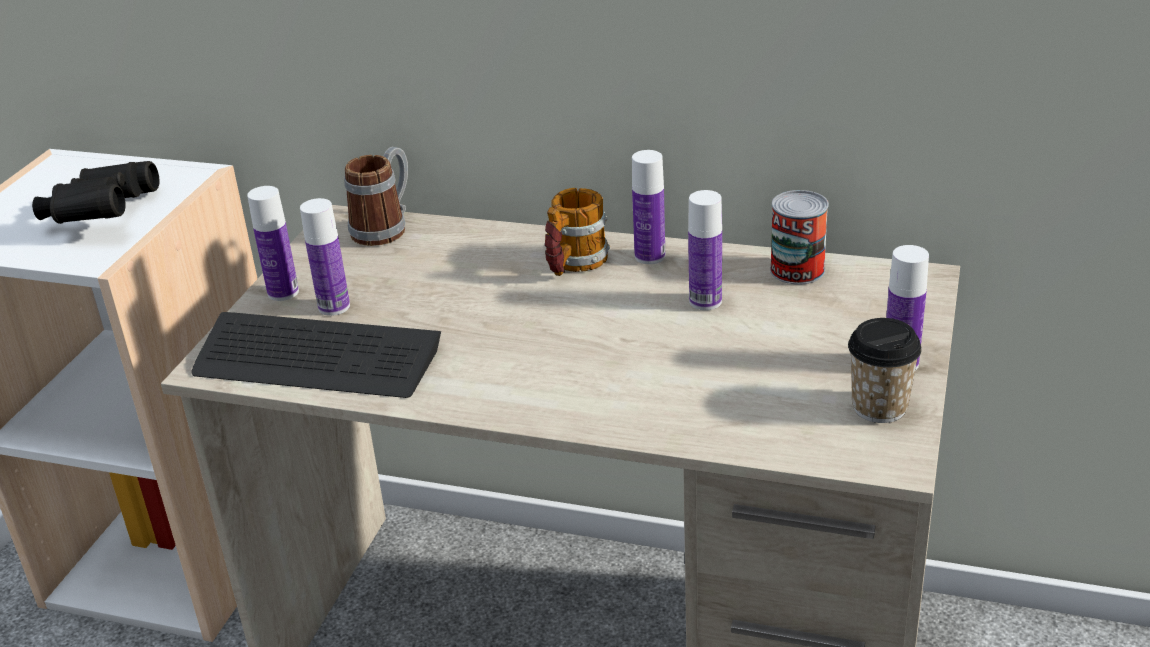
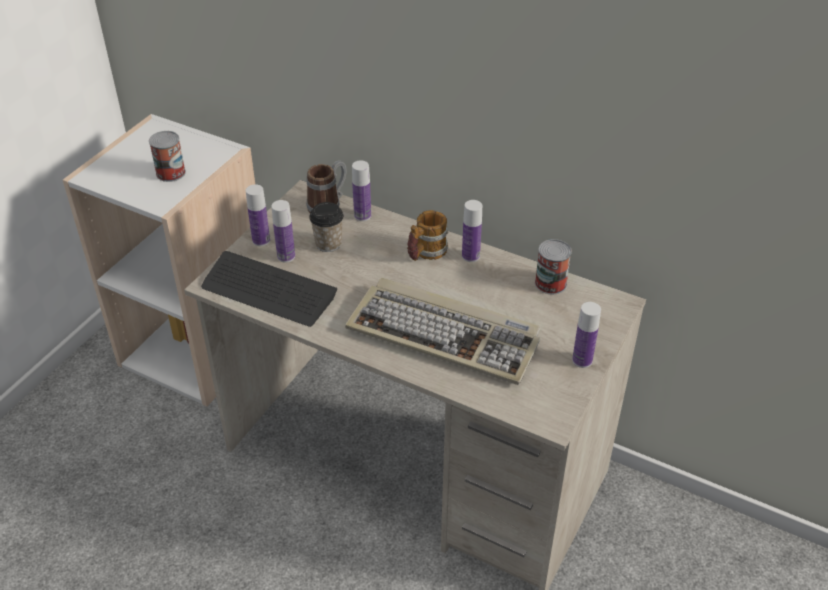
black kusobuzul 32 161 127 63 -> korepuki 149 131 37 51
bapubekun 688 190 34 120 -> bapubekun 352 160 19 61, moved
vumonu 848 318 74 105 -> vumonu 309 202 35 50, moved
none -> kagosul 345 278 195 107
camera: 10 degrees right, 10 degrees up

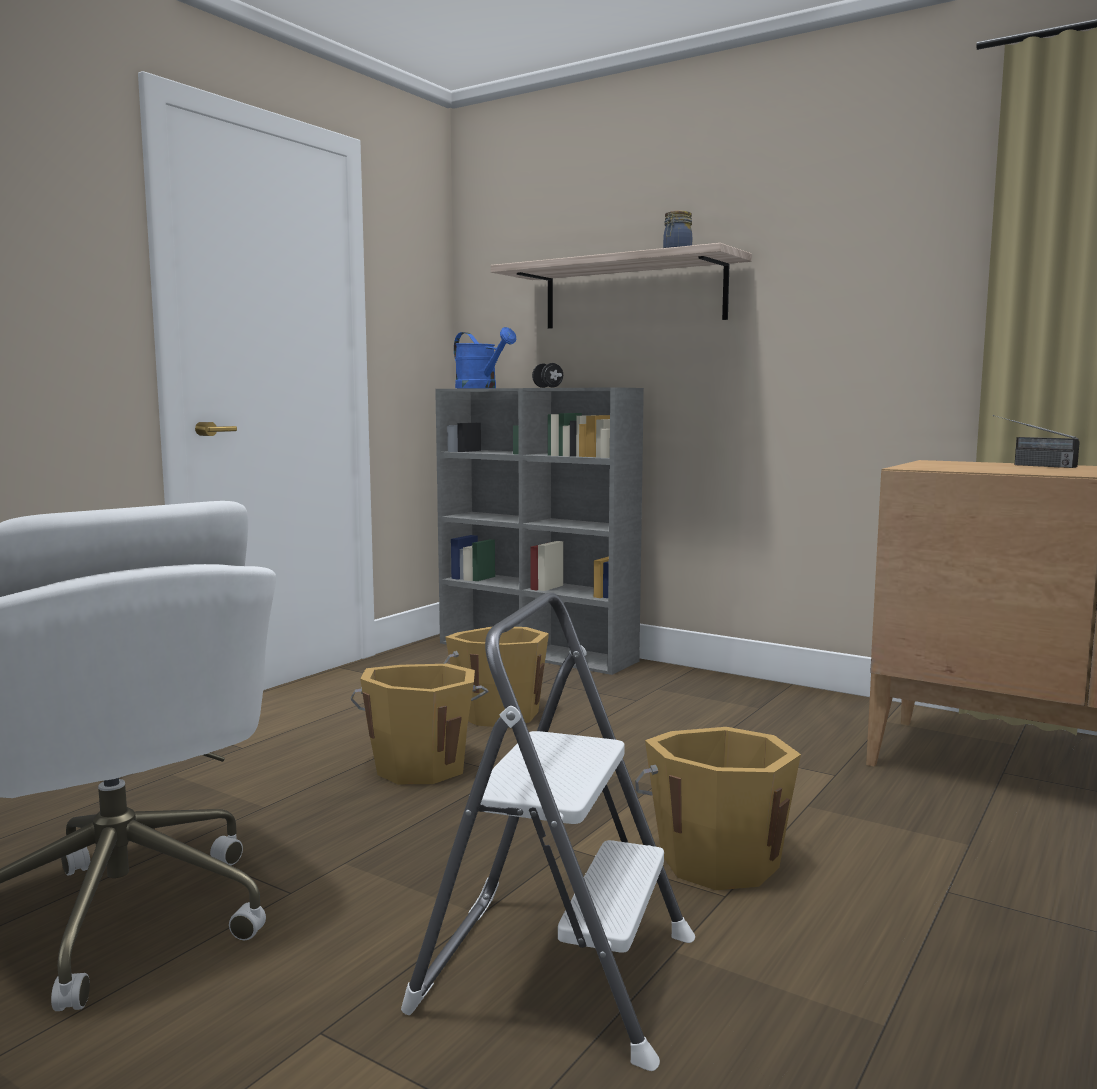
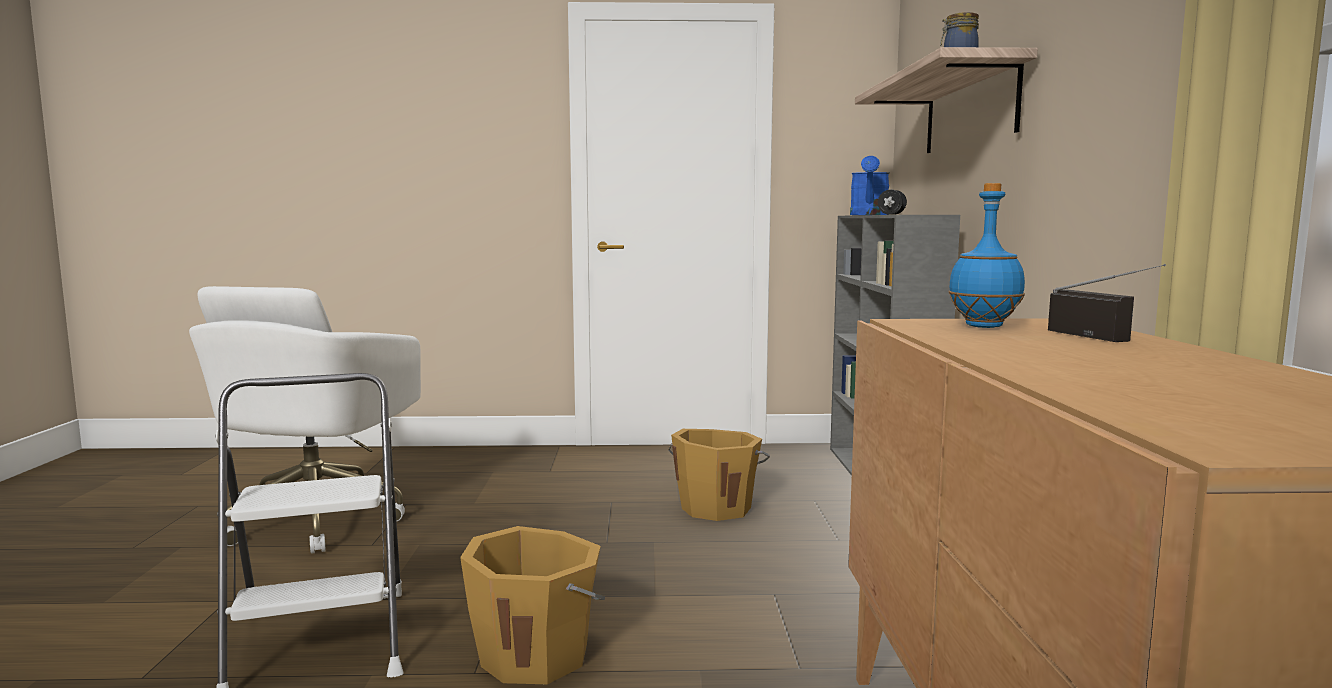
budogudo 993 415 87 53 -> budogudo 1048 264 118 78, 150 degrees clockwise
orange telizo 350 664 139 120 -> none
none -> blue bapubekun 948 183 77 145
camera: 55 degrees right, 0 degrees up

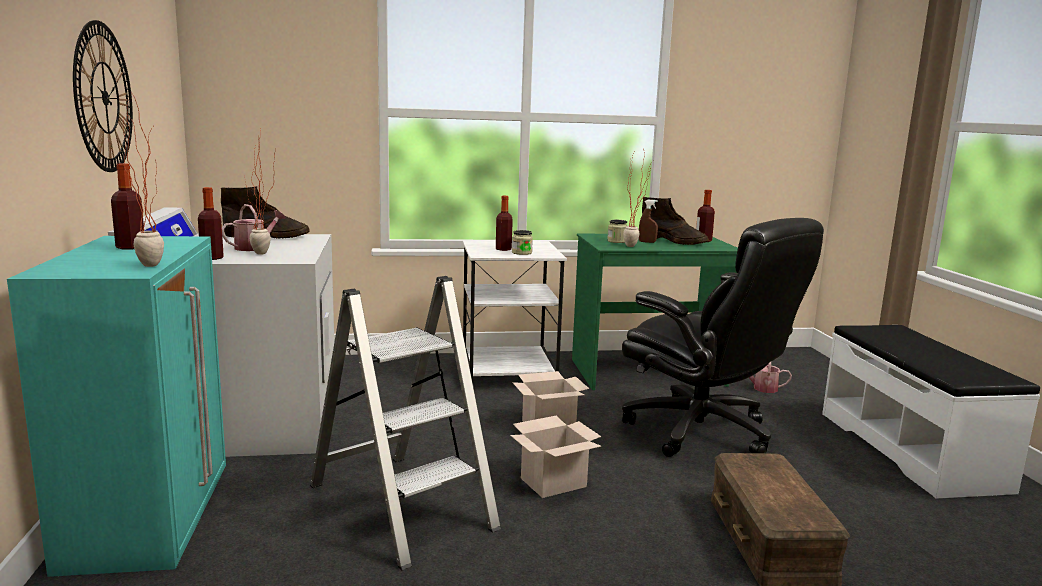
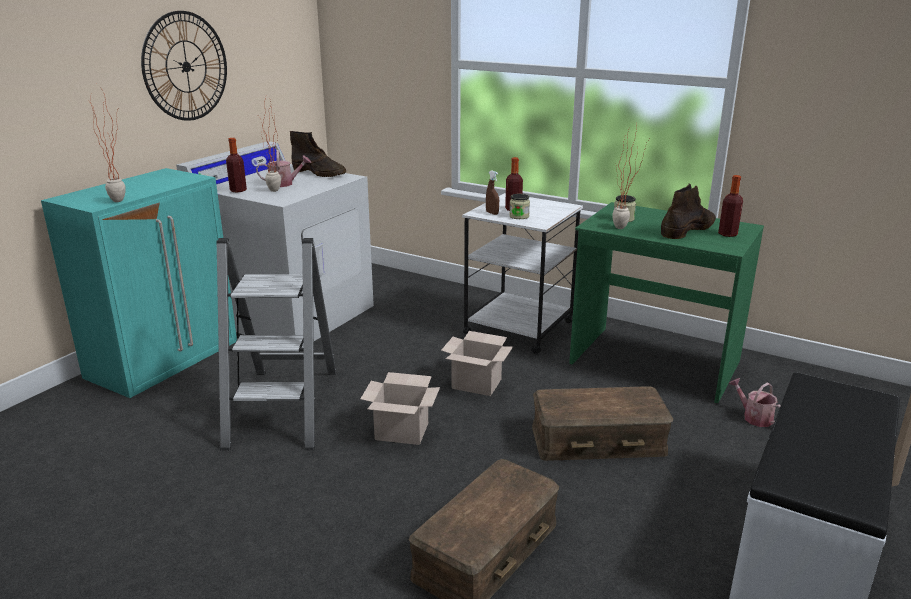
bapubekun 111 163 33 87 -> none
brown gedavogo 642 197 67 48 -> brown gedavogo 661 183 55 56, 120 degrees counterclockwise
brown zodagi 639 200 19 43 -> brown zodagi 486 170 13 45, moved
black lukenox 622 218 202 239 -> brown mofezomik 532 386 141 75
camera: 40 degrees right, 10 degrees up

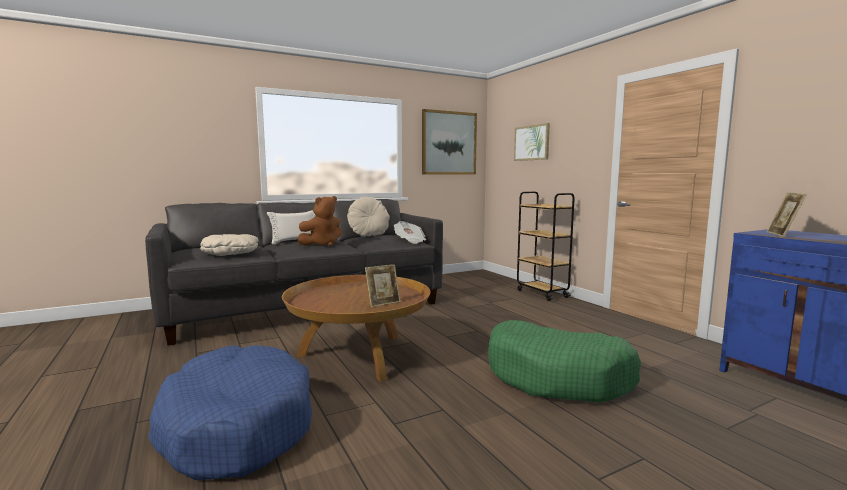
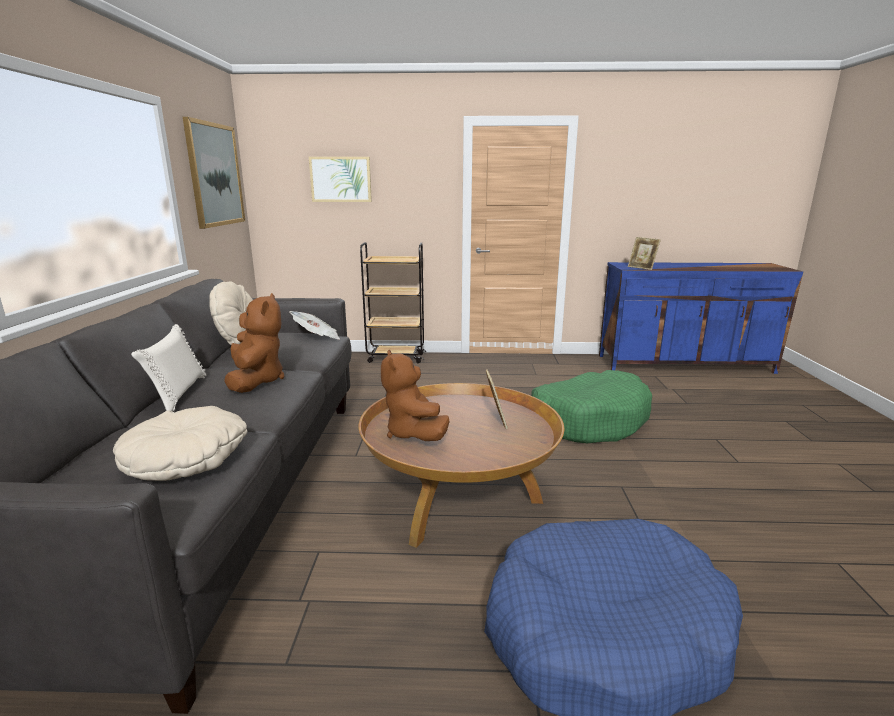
none -> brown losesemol 381 350 68 91
camera: 60 degrees left, 10 degrees up

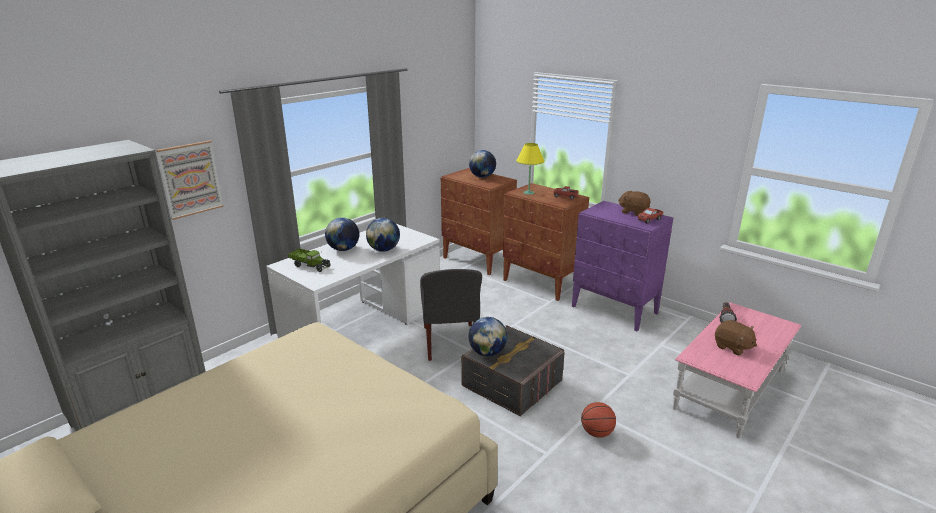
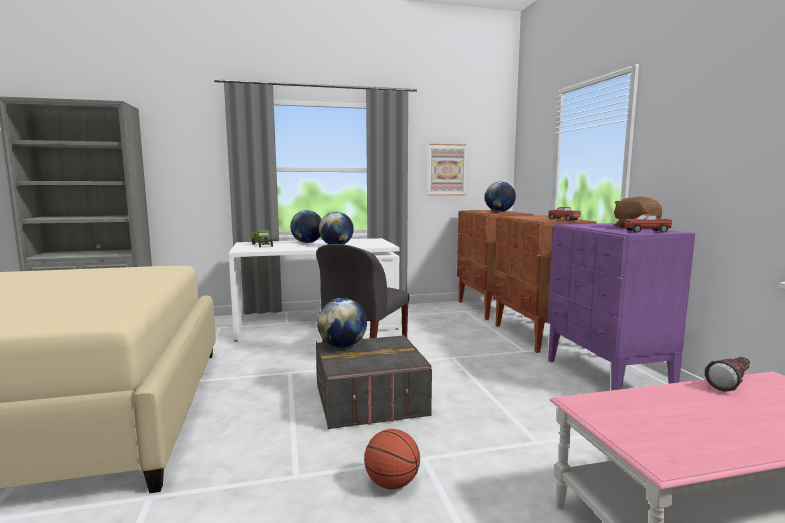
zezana 156 140 68 80 -> zezana 429 144 38 52, moved
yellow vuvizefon 516 143 29 52 -> none
brown losesemol 715 320 42 36 -> none
camera: 35 degrees right, 15 degrees down

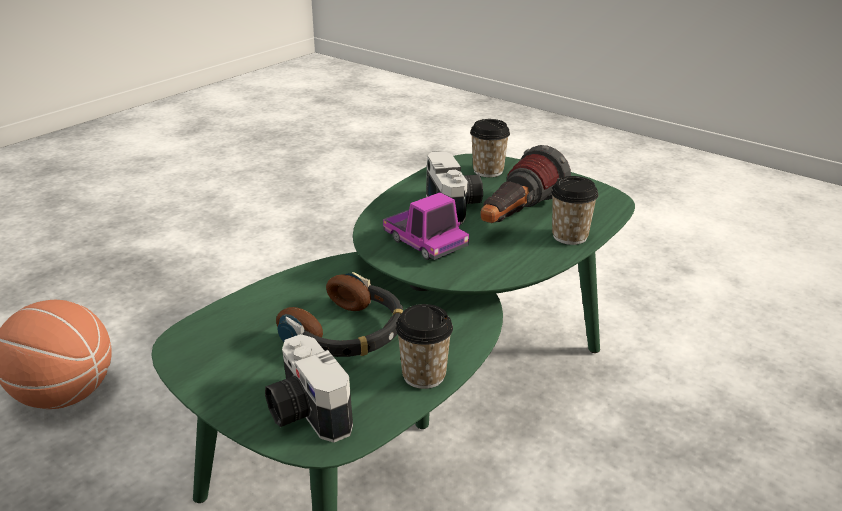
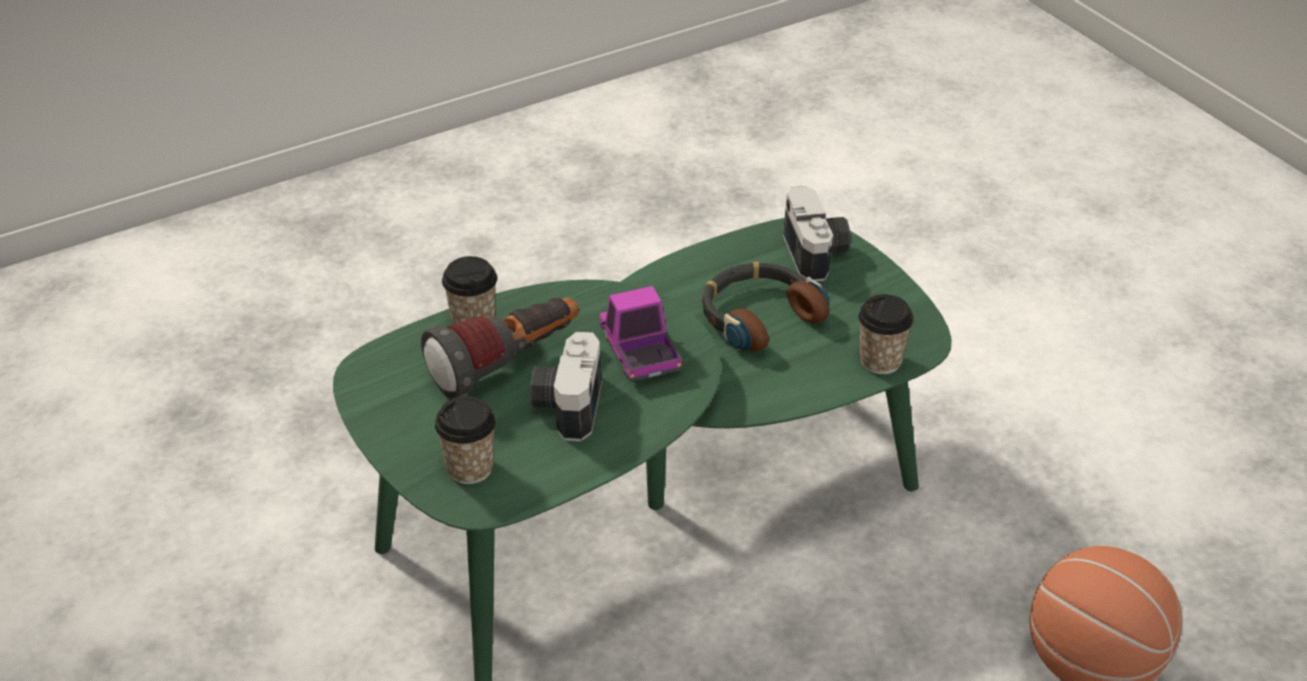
vumonu 395 304 58 85 -> vumonu 858 294 55 80, moved
camera: 160 degrees left, 10 degrees up

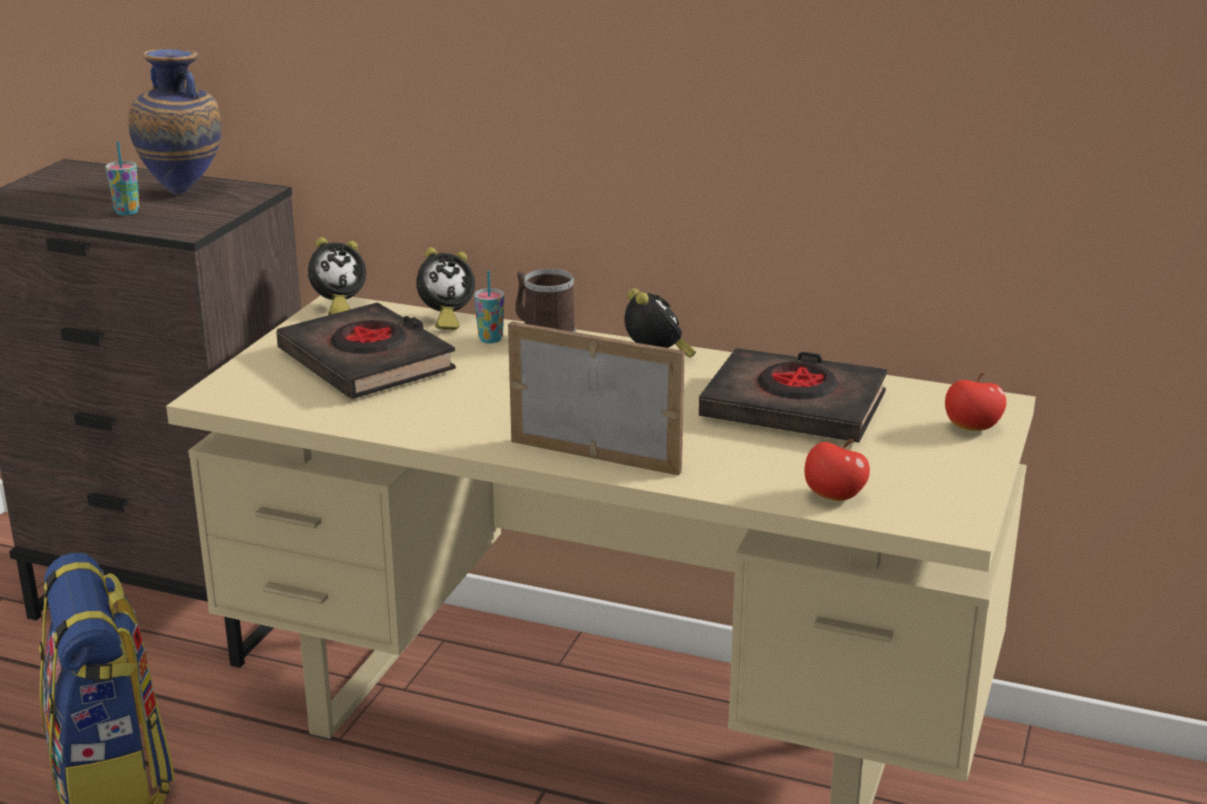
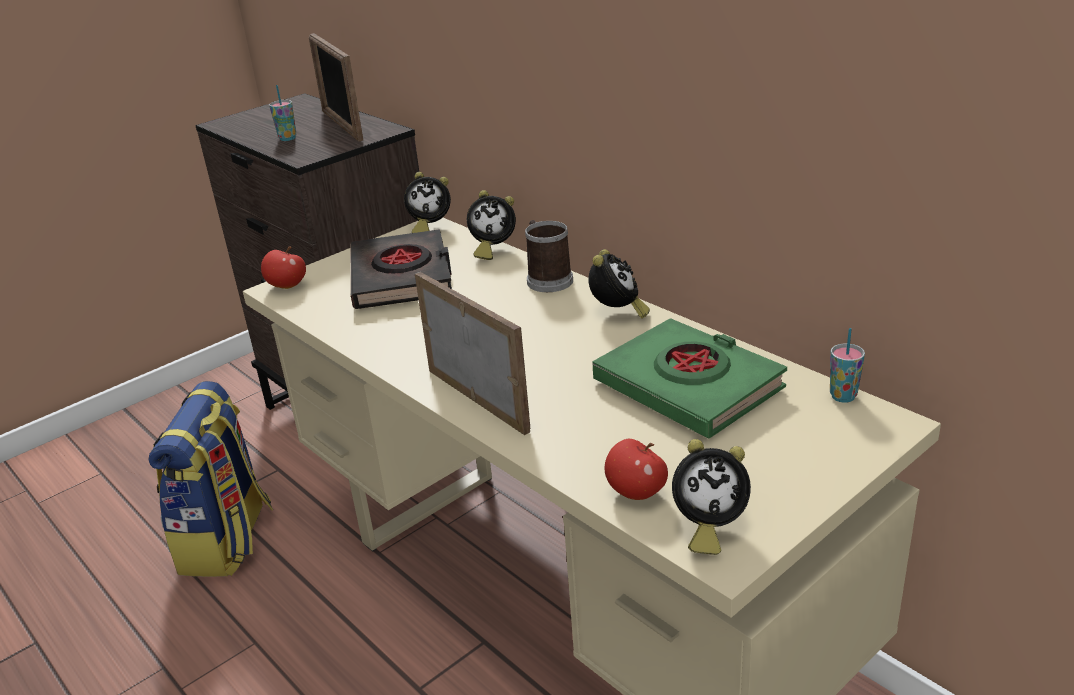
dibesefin 128 49 93 146 -> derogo 309 33 55 108
vumonu 474 271 30 73 -> vumonu 830 328 35 75, moved
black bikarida 699 348 188 95 -> green bikarida 592 318 195 121
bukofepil 945 372 61 59 -> bukofepil 261 246 45 43, moved
none -> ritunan 672 439 79 116
camera: 30 degrees right, 5 degrees up

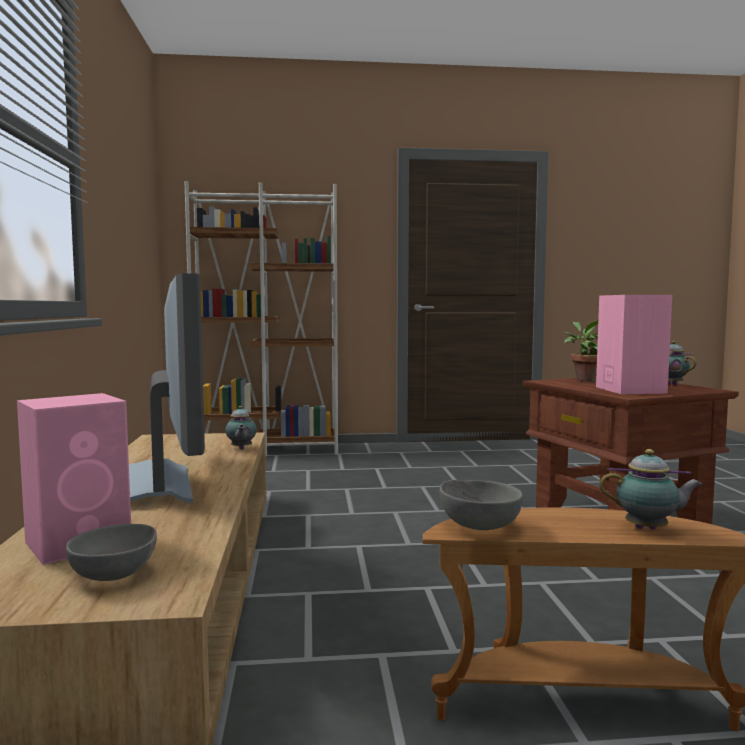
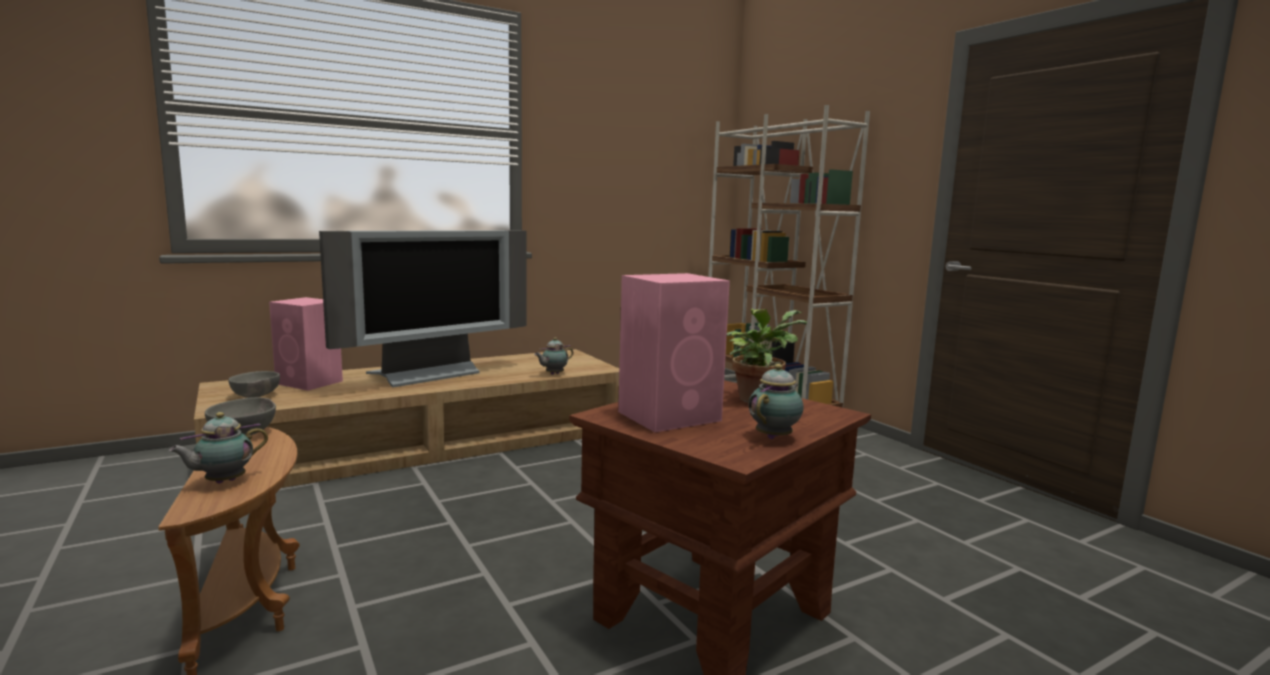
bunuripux 599 449 104 81 -> bunuripux 169 412 99 72, 60 degrees clockwise
camera: 65 degrees right, 5 degrees up

